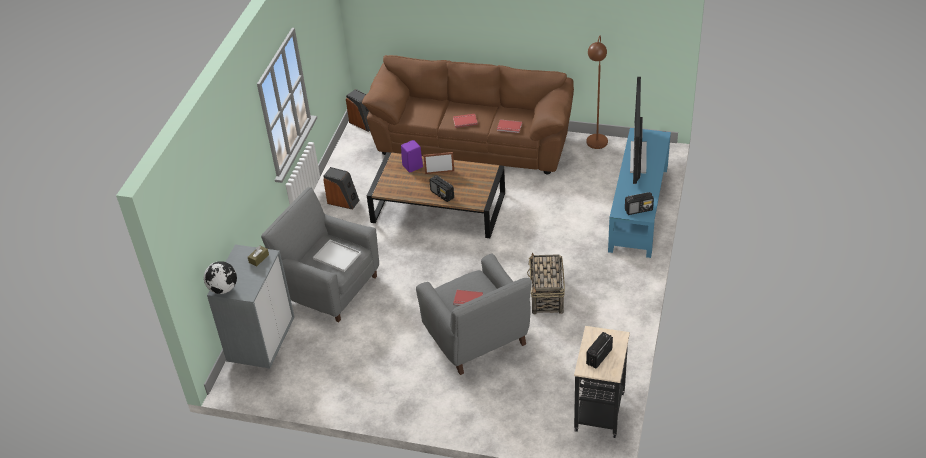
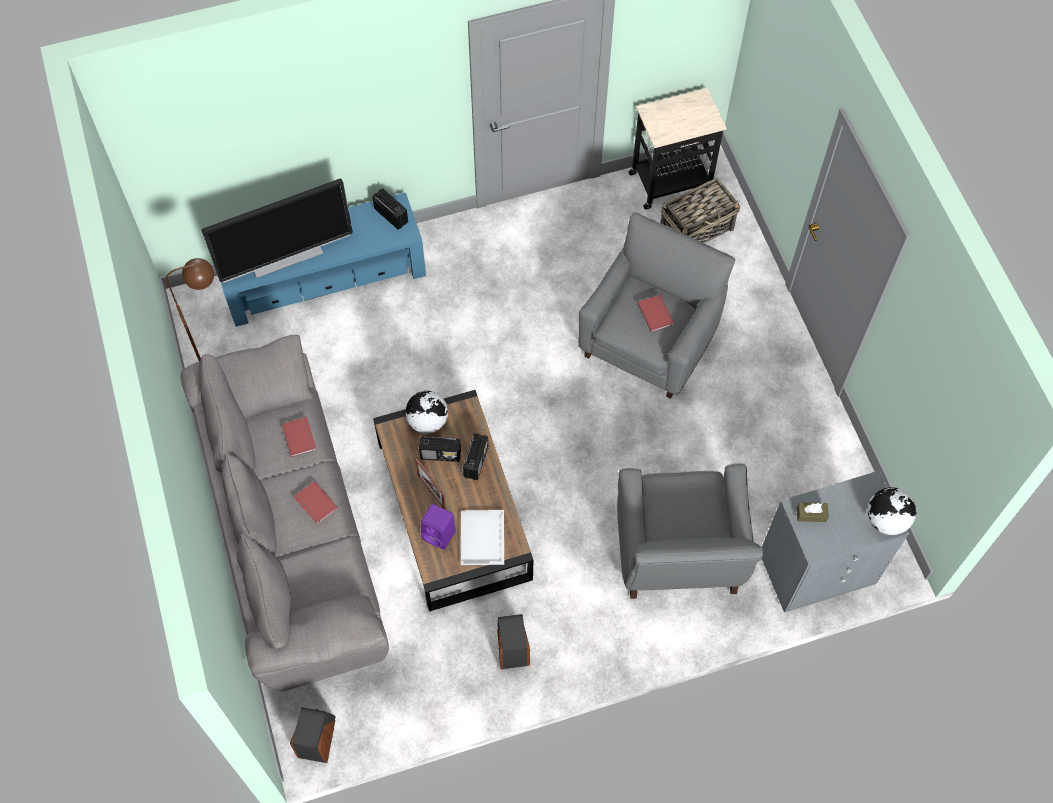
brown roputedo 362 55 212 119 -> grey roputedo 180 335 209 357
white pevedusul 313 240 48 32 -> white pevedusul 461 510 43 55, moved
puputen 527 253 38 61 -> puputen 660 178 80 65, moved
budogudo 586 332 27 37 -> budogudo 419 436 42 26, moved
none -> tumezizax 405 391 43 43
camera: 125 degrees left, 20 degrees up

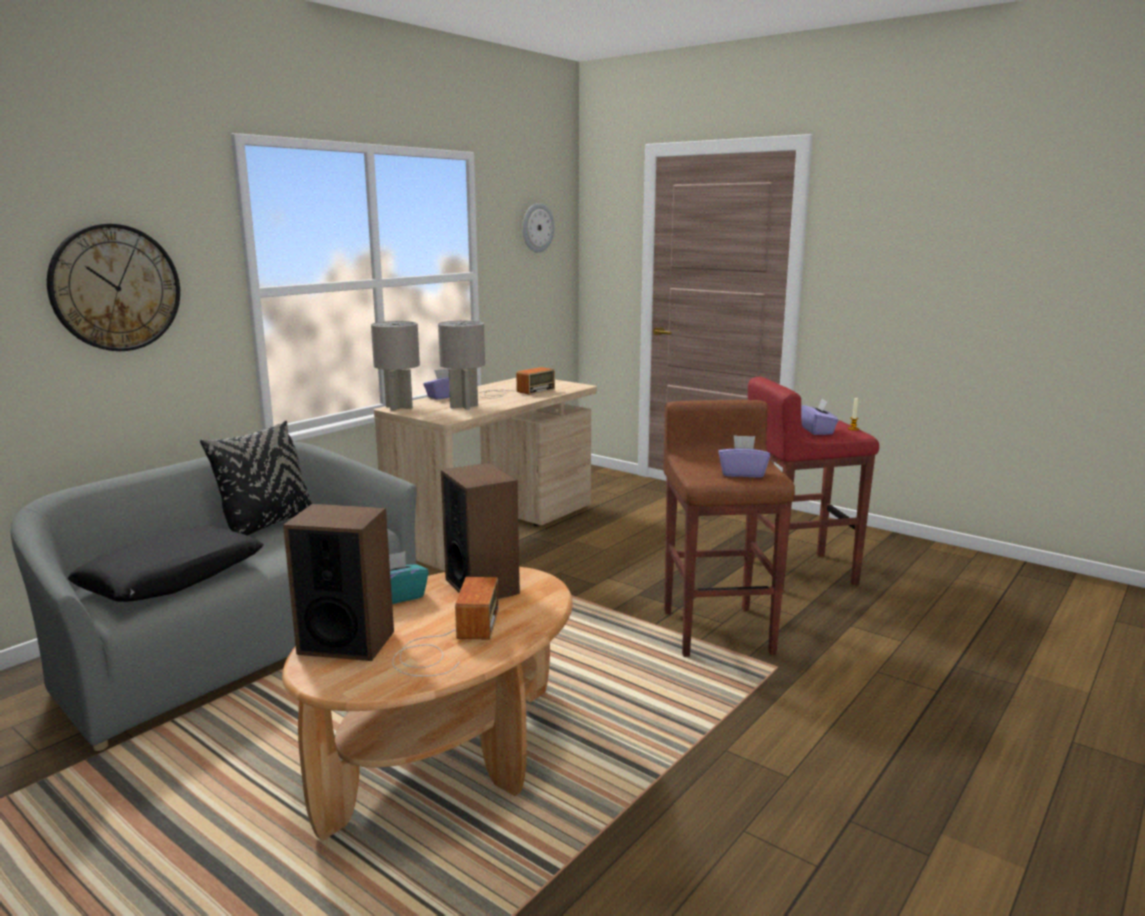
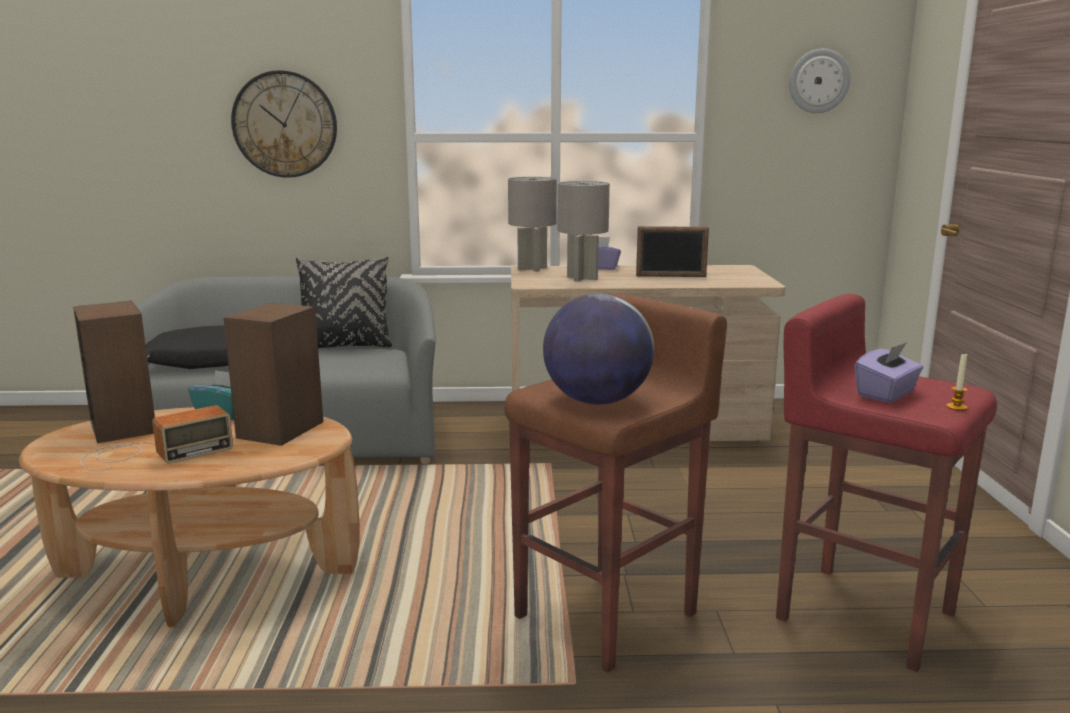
budogudo 479 367 76 31 -> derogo 636 226 73 51
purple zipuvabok 718 435 52 43 -> tumezizax 543 294 111 111
camera: 50 degrees right, 0 degrees up

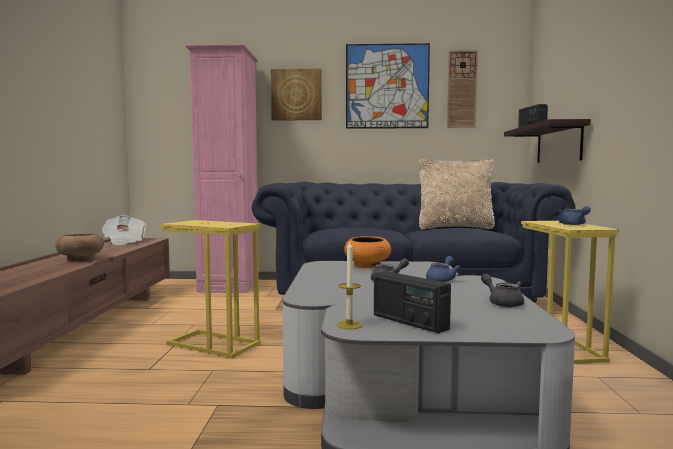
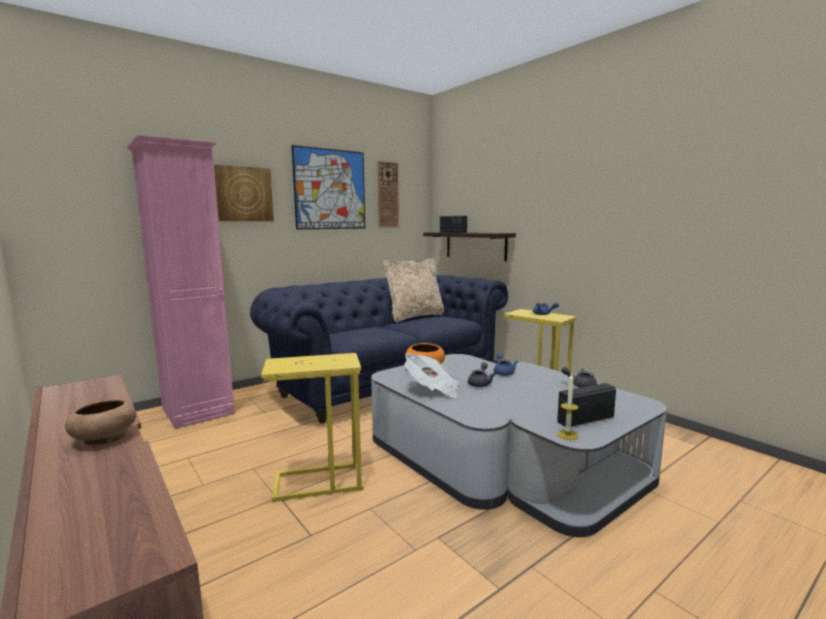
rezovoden 101 215 46 30 -> rezovoden 404 353 55 44, moved
budogudo 374 271 77 62 -> budogudo 557 383 59 44, 150 degrees clockwise
camera: 40 degrees left, 5 degrees up

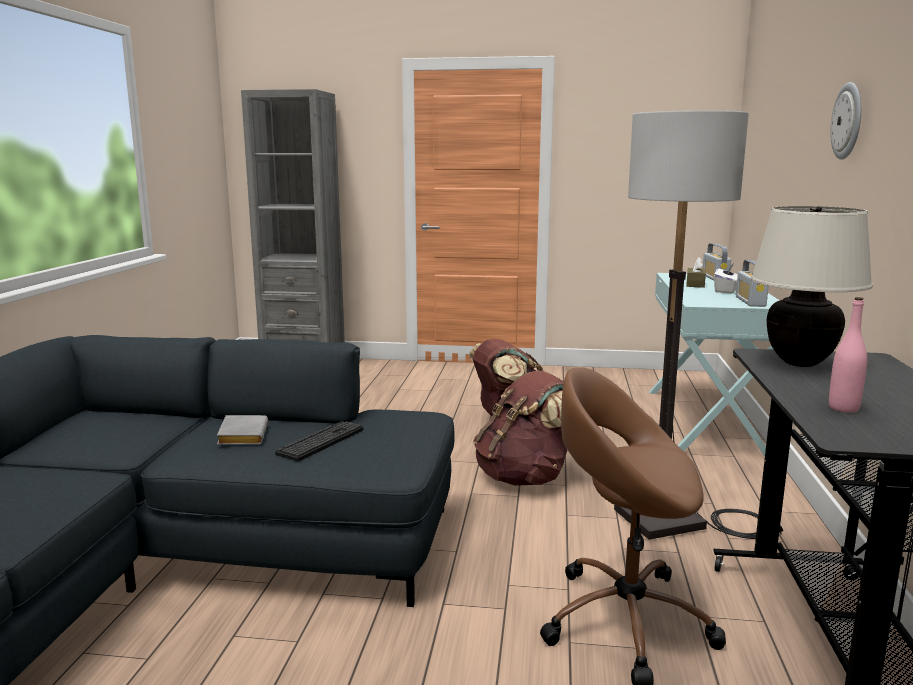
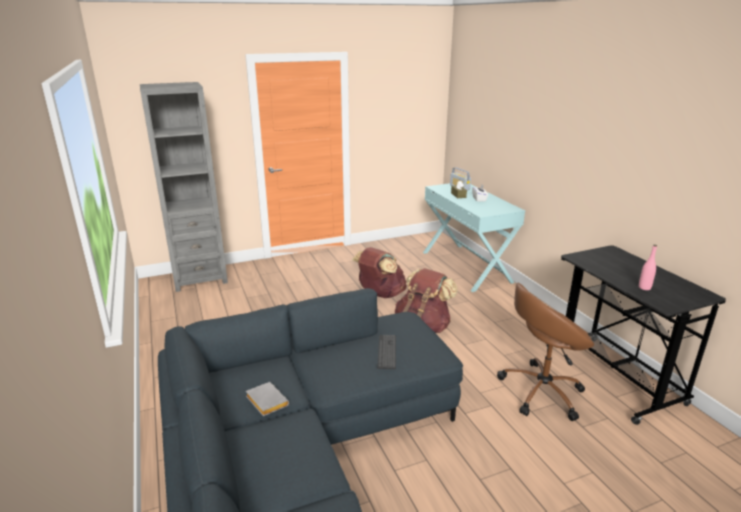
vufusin 830 82 31 78 -> none
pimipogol 614 110 169 430 -> none
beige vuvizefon 751 206 122 161 -> none
budogudo 736 260 33 47 -> none
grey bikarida 217 415 51 30 -> grey bikarida 246 382 43 34, moved
camera: 30 degrees left, 10 degrees up

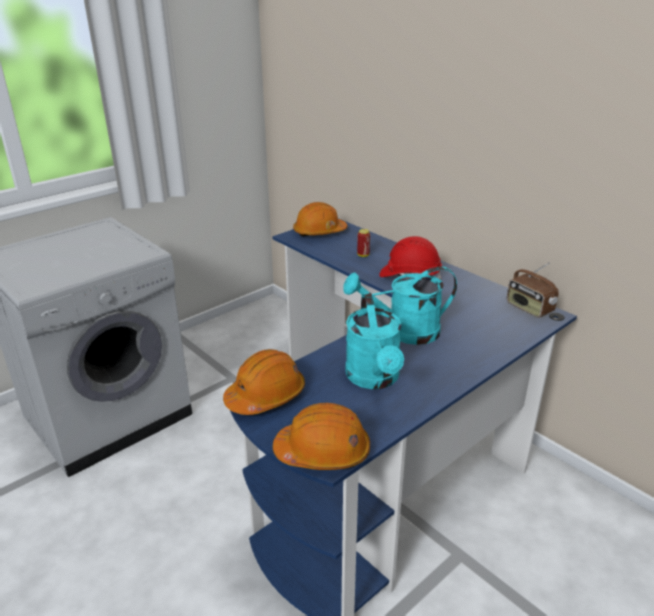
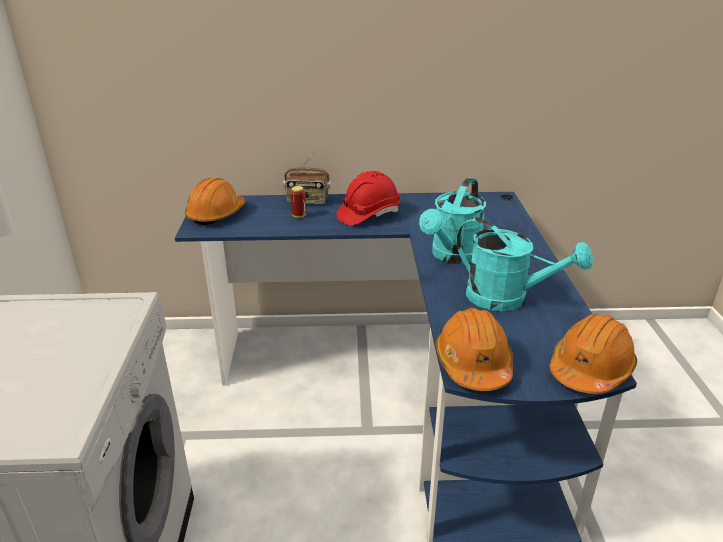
budogudo 507 262 52 56 -> budogudo 283 153 48 51, moved
camera: 50 degrees left, 0 degrees up

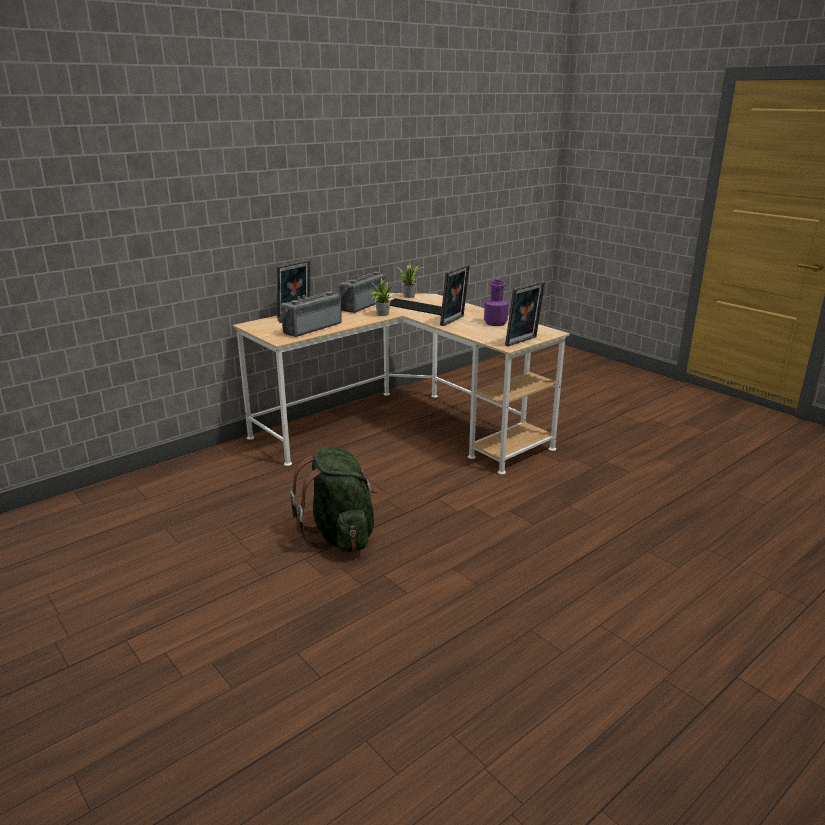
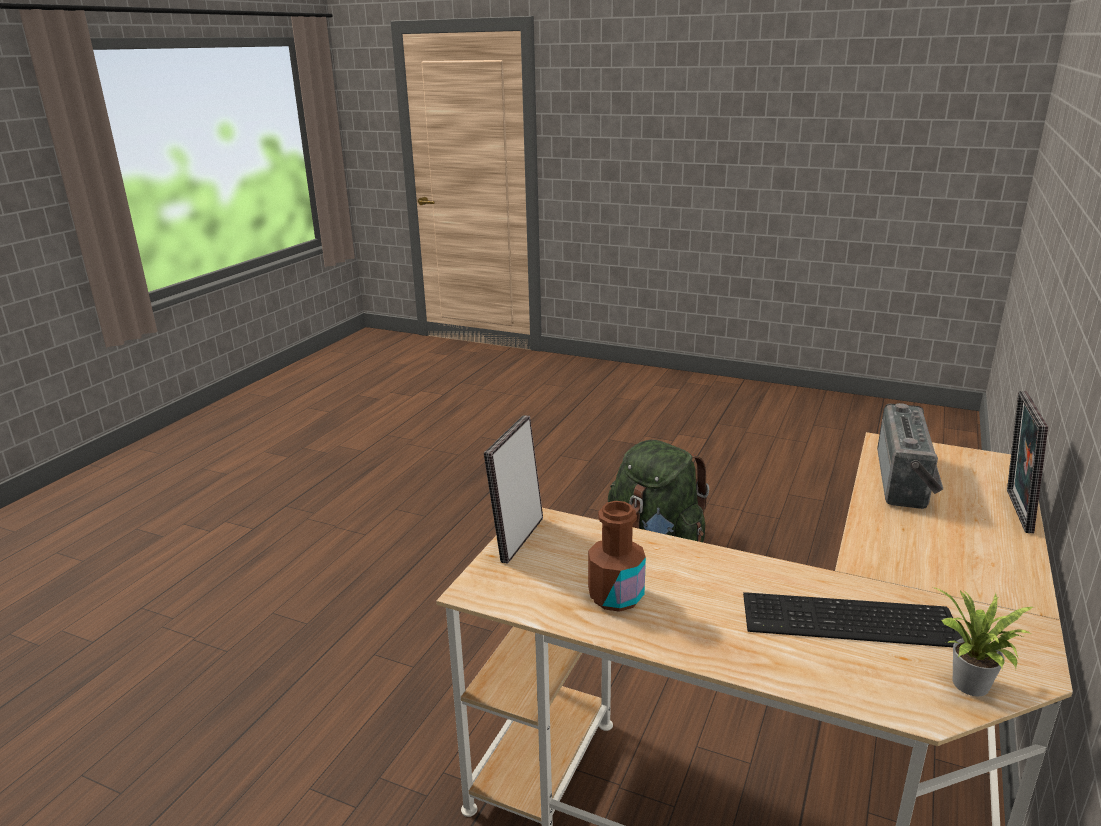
derogo 440 264 30 62 -> none
budogudo 339 272 47 41 -> none
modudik 368 279 27 37 -> none
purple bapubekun 484 280 25 46 -> brown bapubekun 588 501 58 111
camera: 155 degrees right, 0 degrees up

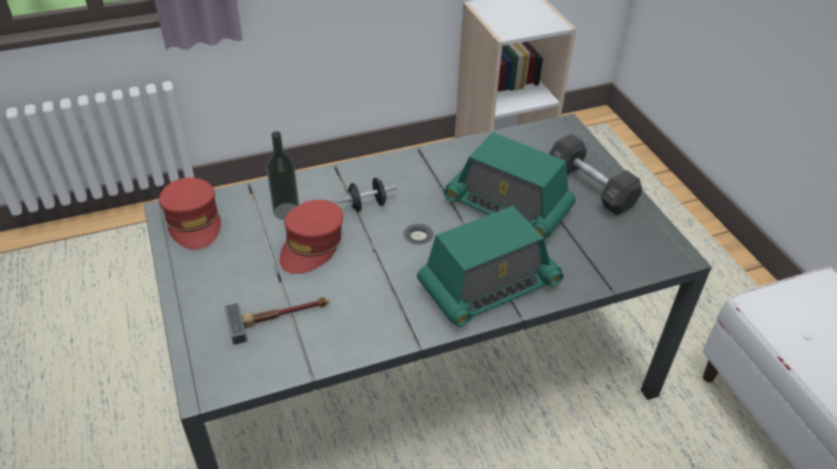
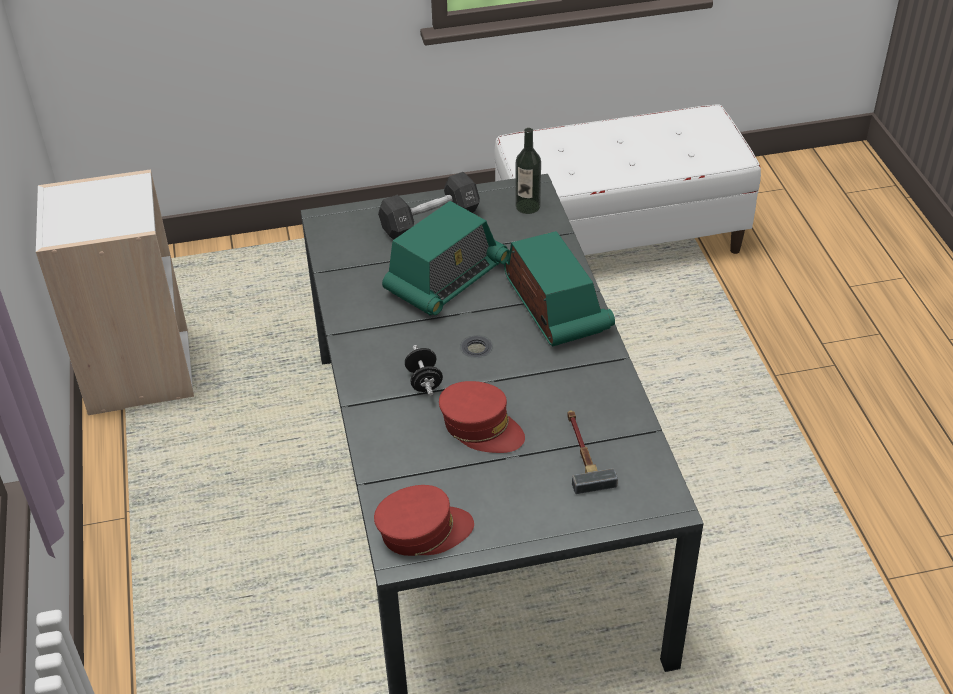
bapubekun 267 131 32 89 -> bapubekun 515 128 26 86, moved
camera: 80 degrees left, 0 degrees up

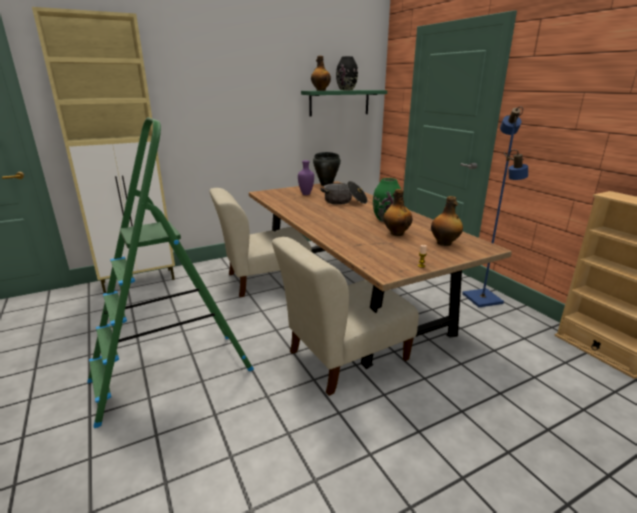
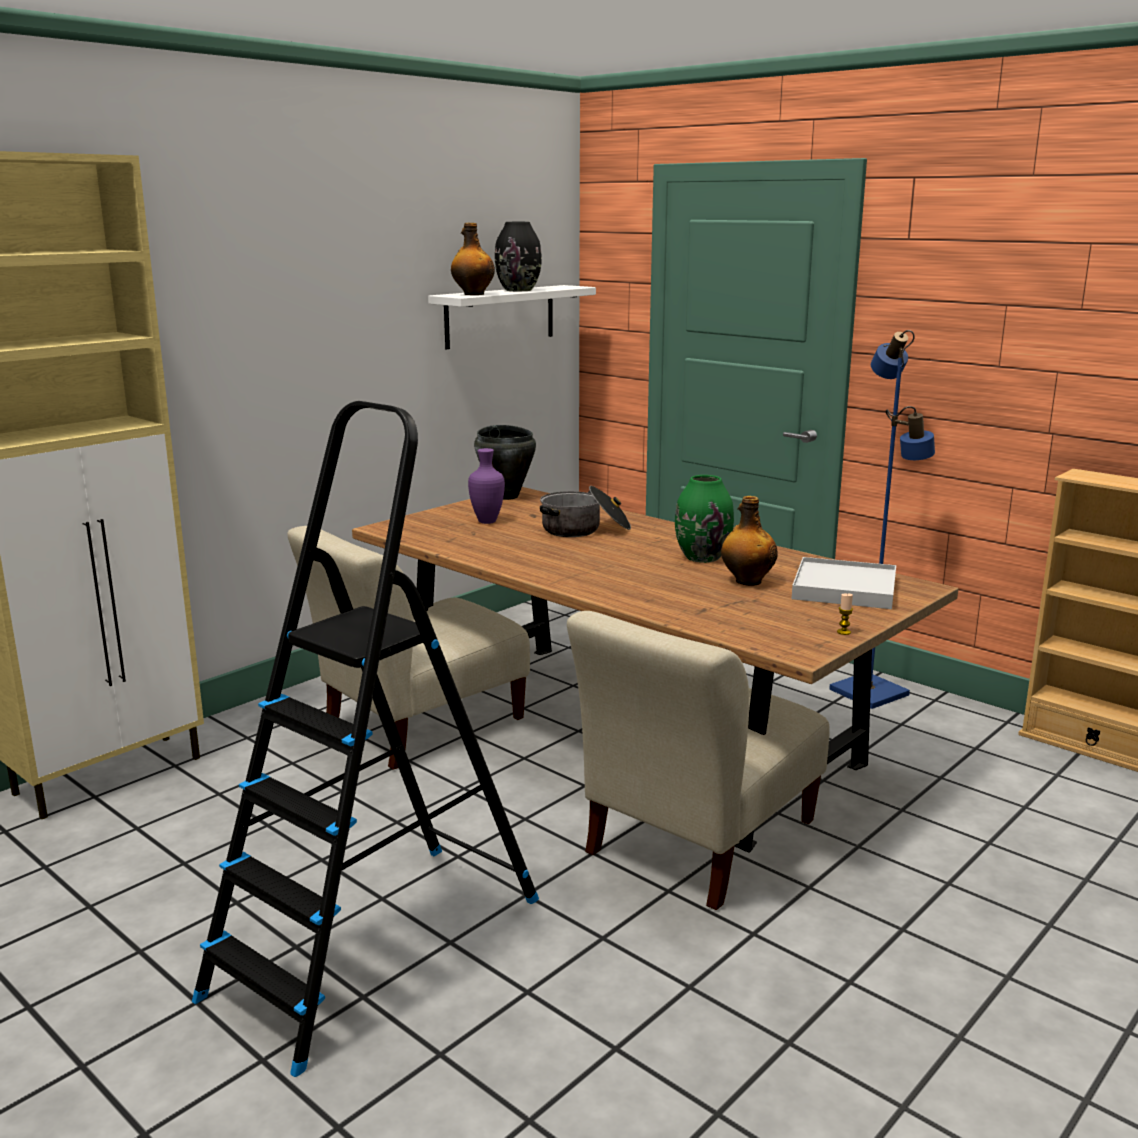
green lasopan 301 90 86 27 -> white lasopan 428 285 168 64
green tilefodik 87 117 167 311 -> black tilefodik 192 401 347 676
bapubekun 431 196 32 50 -> white pevedusul 792 557 104 52
camera: 20 degrees left, 5 degrees down

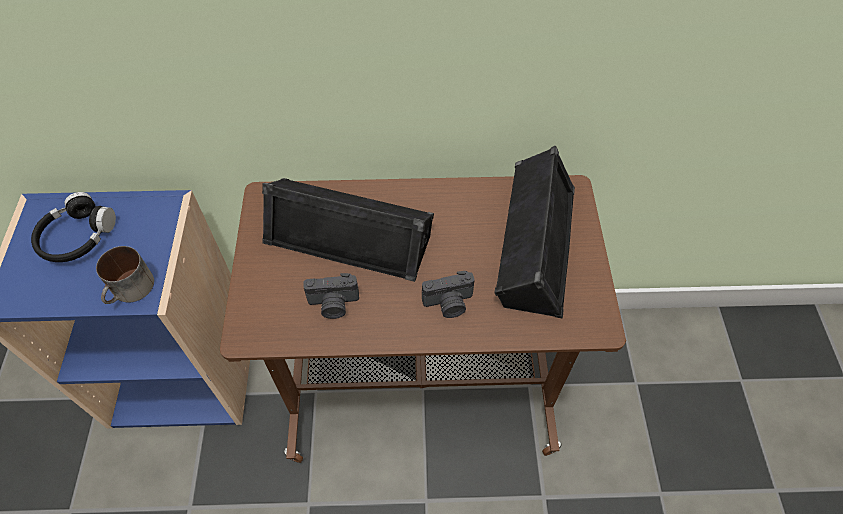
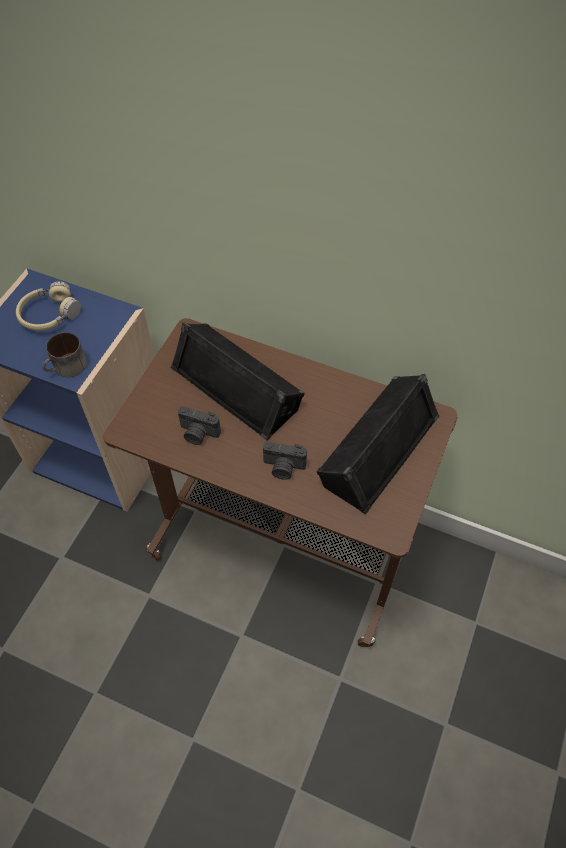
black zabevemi 31 192 85 70 -> beige zabevemi 16 281 65 50
camera: 25 degrees right, 0 degrees up

